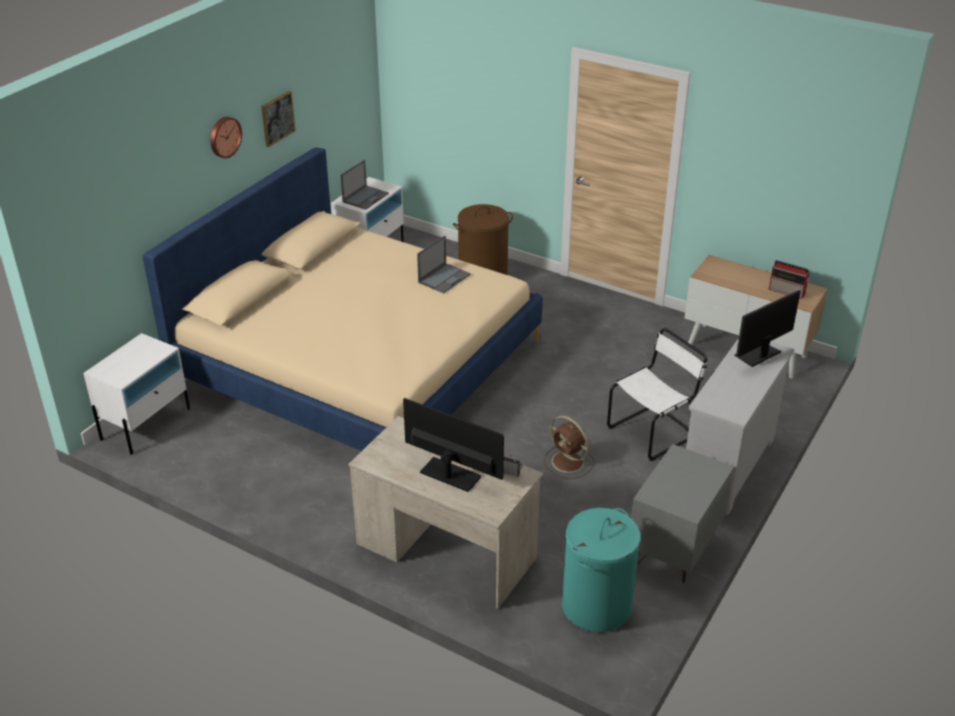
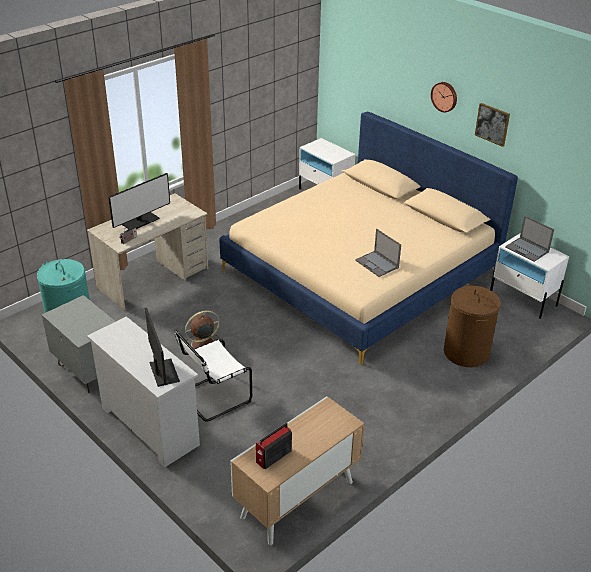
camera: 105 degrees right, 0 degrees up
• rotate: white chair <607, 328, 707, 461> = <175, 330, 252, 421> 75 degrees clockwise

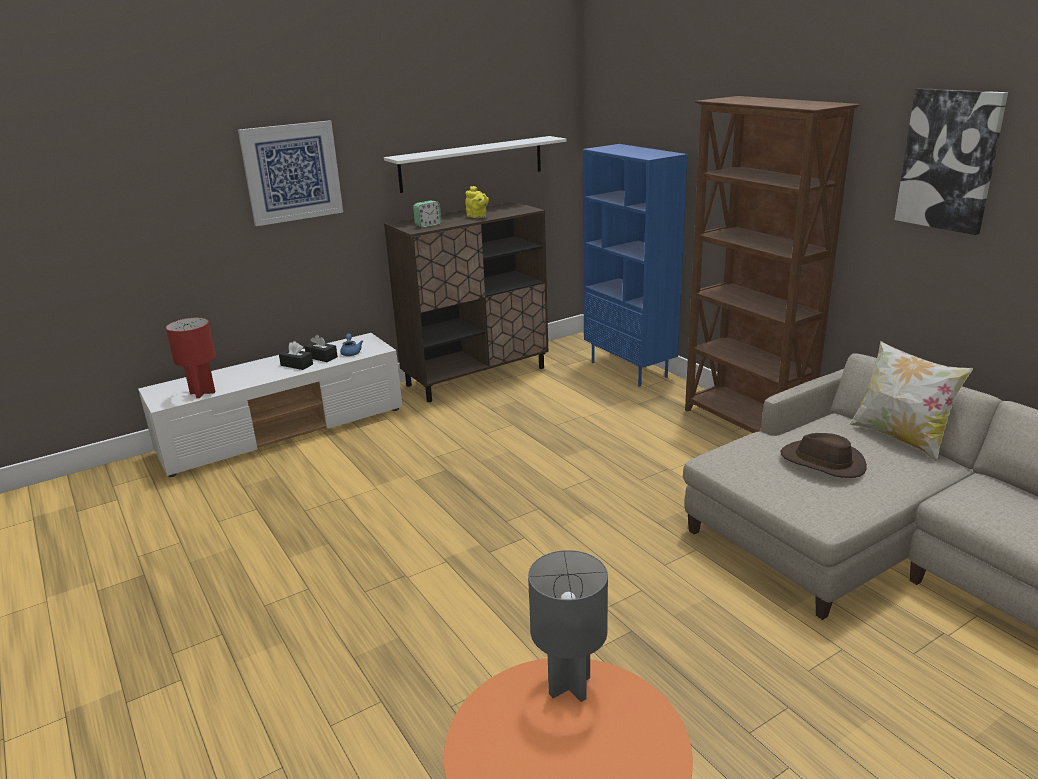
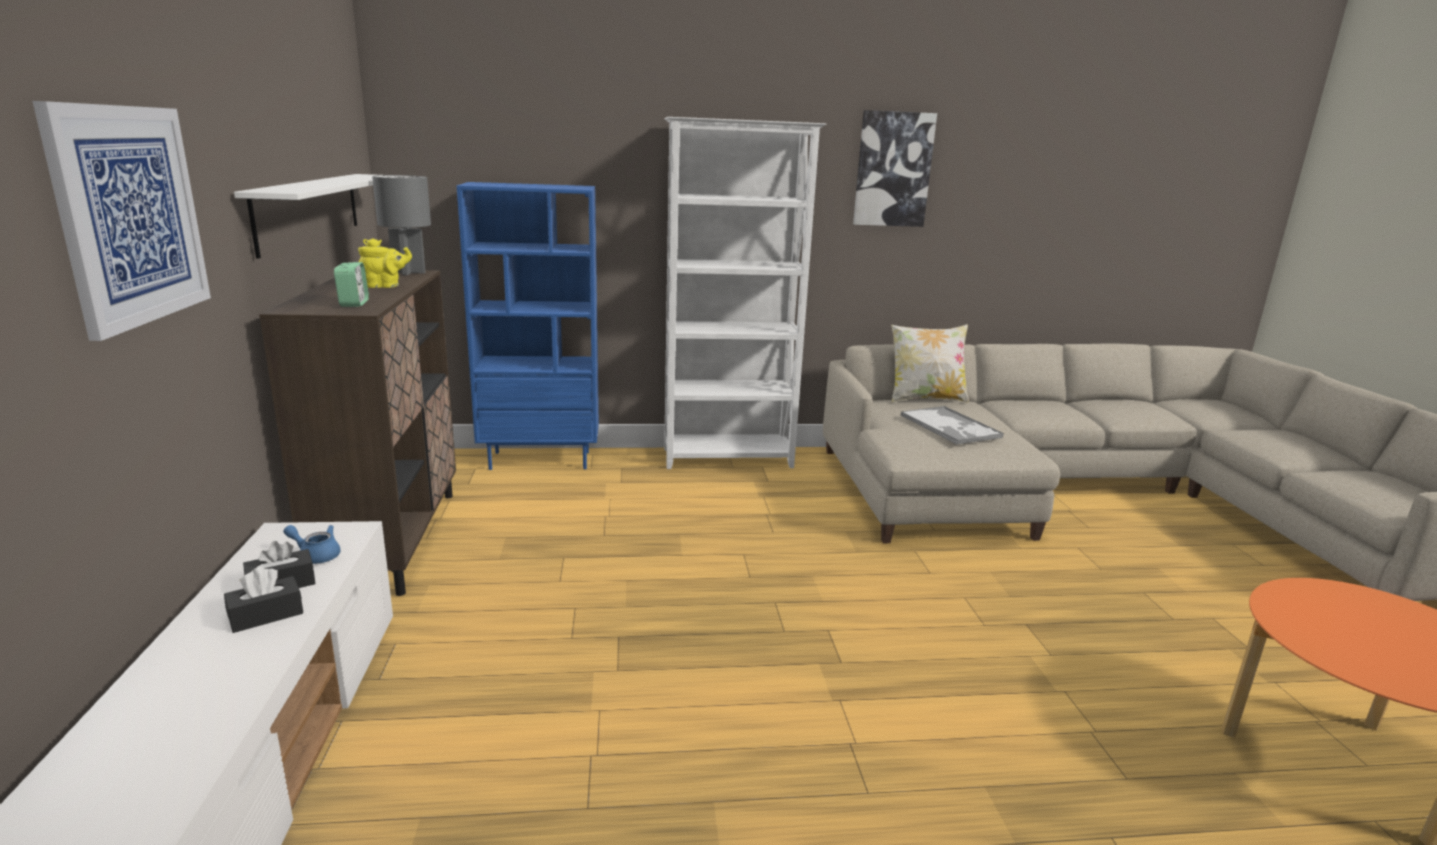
camera: 65 degrees left, 5 degrees down
• recolor: brown-coloured bookcase <685, 96, 860, 433> to white bookcase <664, 117, 826, 469>
• delete: red-coloured lamp for a table <166, 317, 216, 398>
• replace: brown-coloured clothing hat <780, 433, 867, 478> to serving tray <900, 406, 1004, 444>
• move: grey lamp for a table <528, 550, 608, 702> to <372, 175, 431, 275>

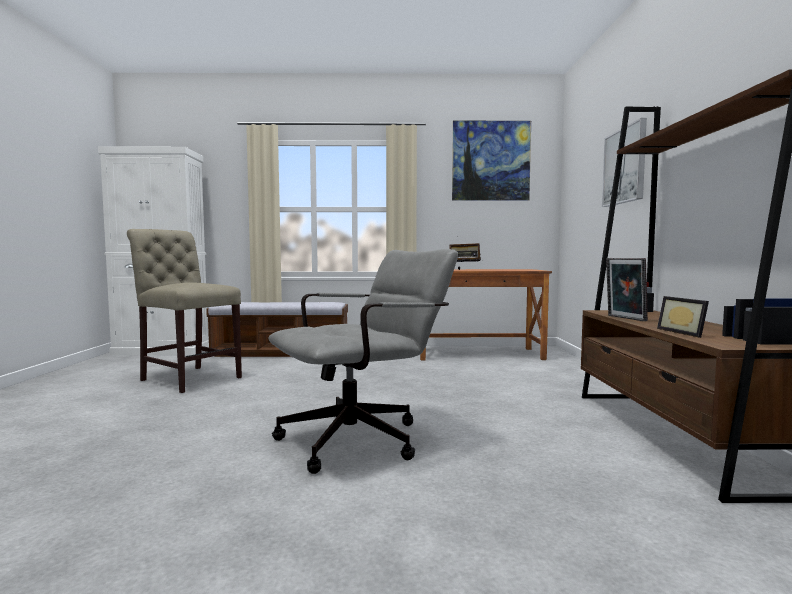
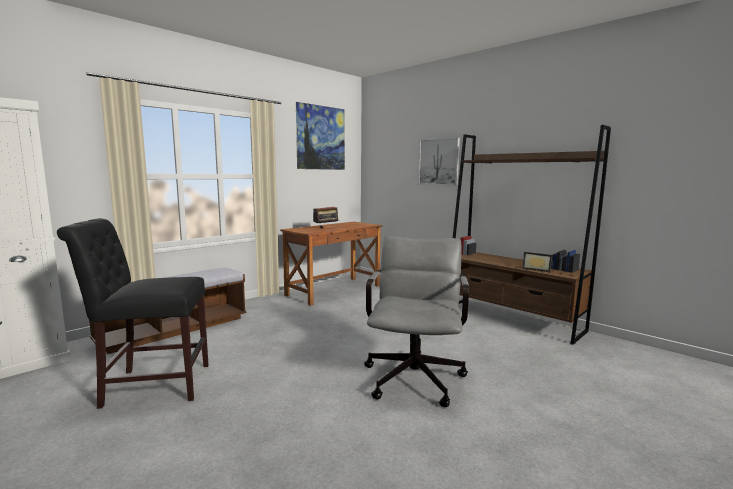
camera: 45 degrees left, 5 degrees up
• recolor: sand-coloured chair <127, 229, 242, 393> to black chair <57, 218, 209, 409>
• delete: picture frame <606, 258, 648, 321>

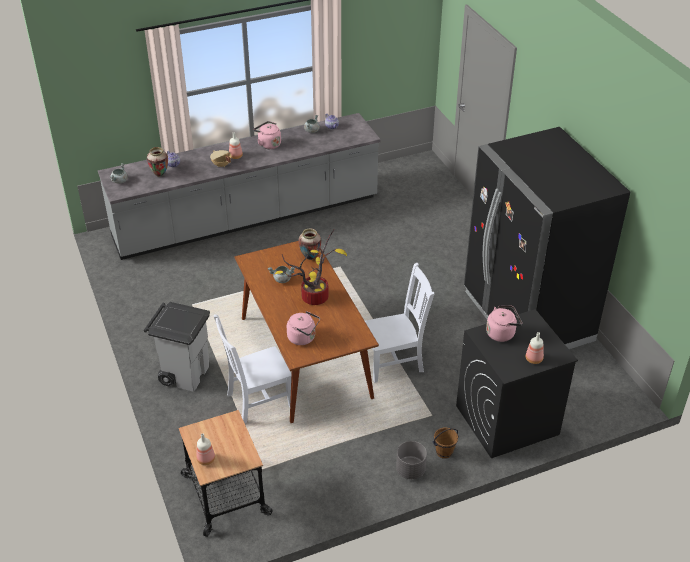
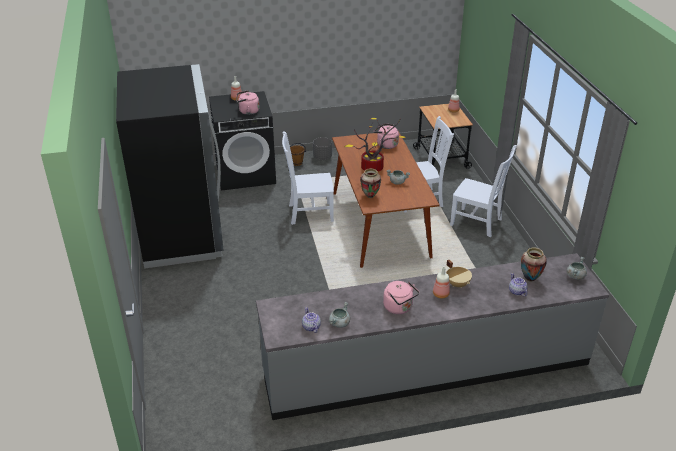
camera: 170 degrees left, 5 degrees down
• replace: grey waste bin <144, 302, 210, 391> to white chair <450, 145, 517, 237>

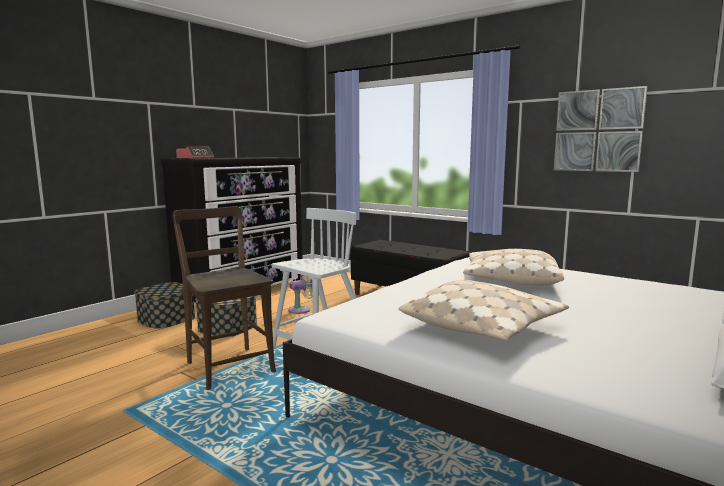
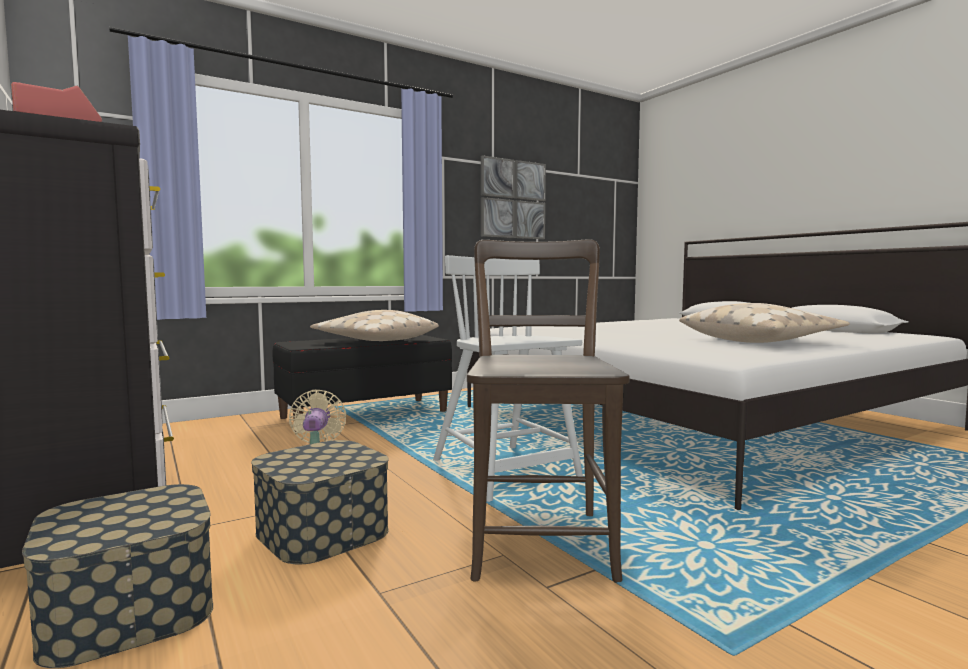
camera: 70 degrees left, 5 degrees down
• rotate: brown-coloured chair <172, 206, 276, 390> = <467, 239, 630, 583> 105 degrees clockwise
• move: sand-coloured cushion <463, 249, 564, 286> to <310, 310, 439, 341>

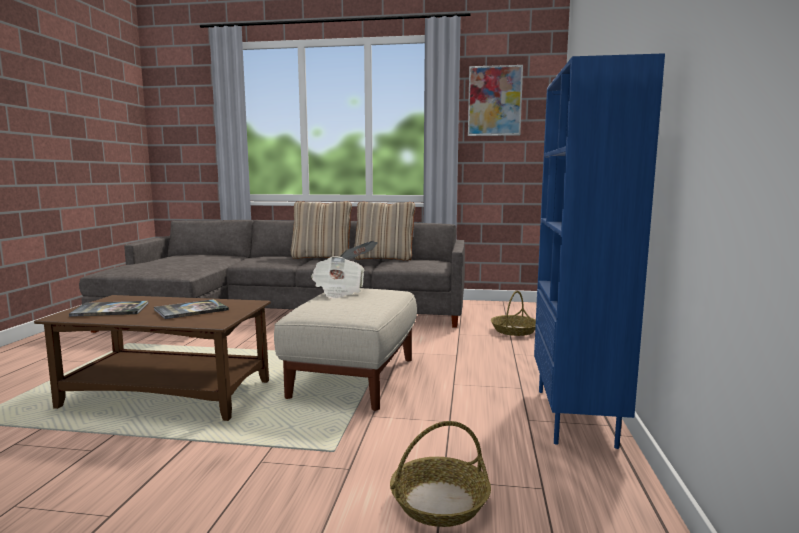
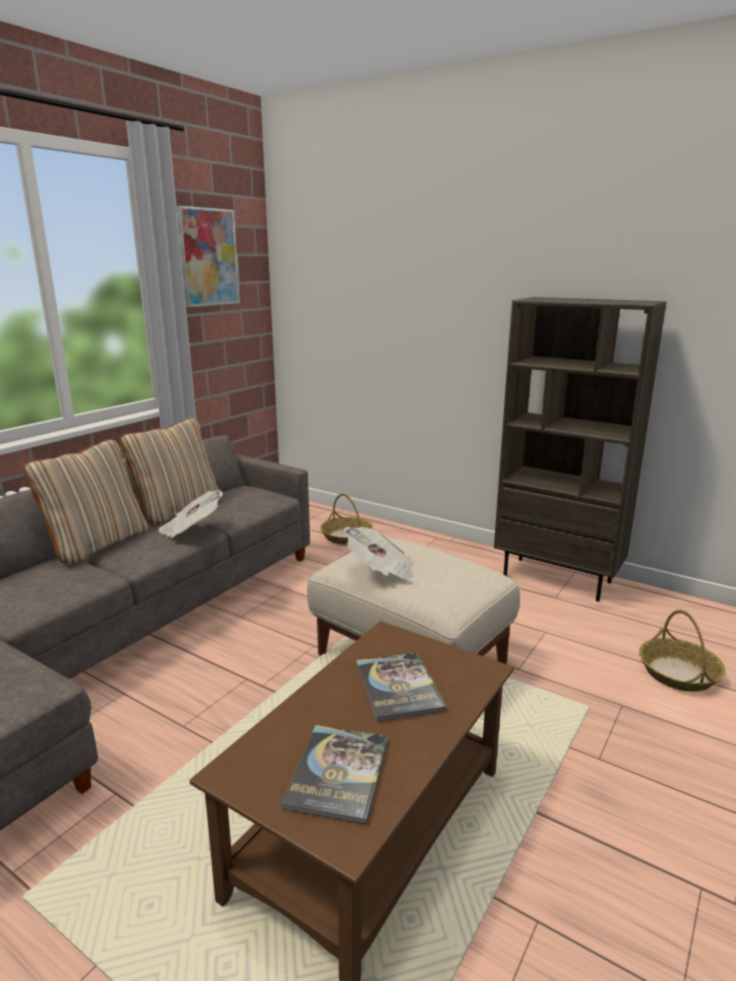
camera: 65 degrees left, 10 degrees up
• recolor: bluish bookcase <534, 53, 665, 449> to brown-coloured bookcase <494, 297, 667, 602>

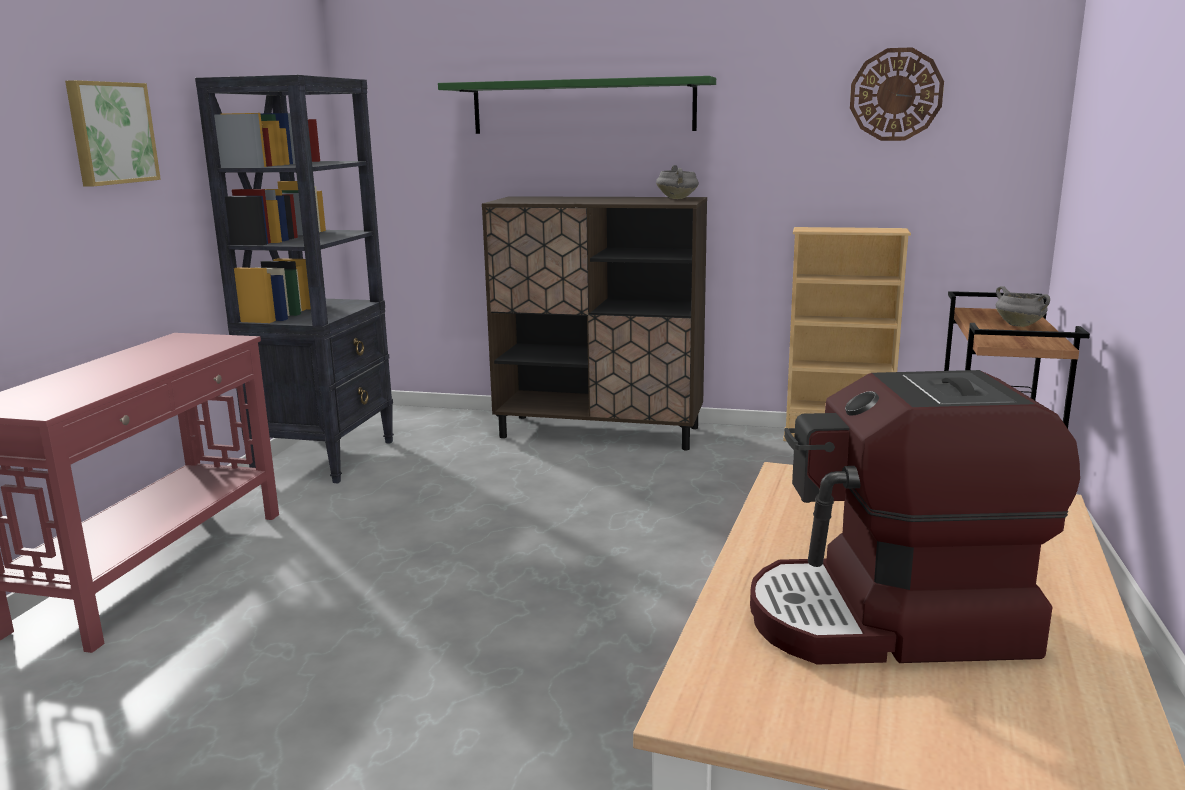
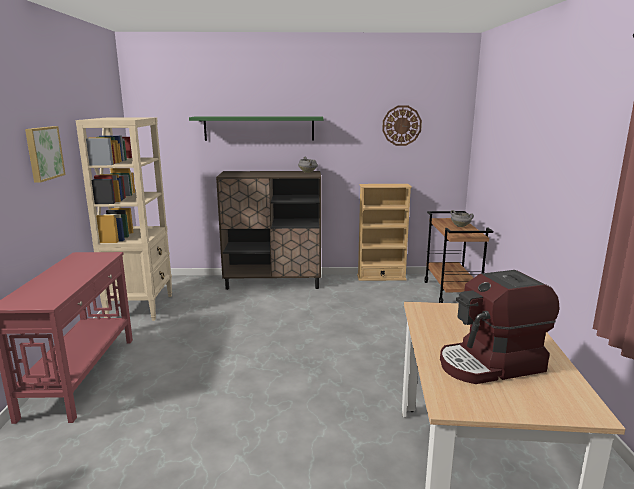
camera: 15 degrees left, 0 degrees up
• recolor: black bookcase <195, 75, 394, 483> to sand-coloured bookcase <75, 118, 172, 321>

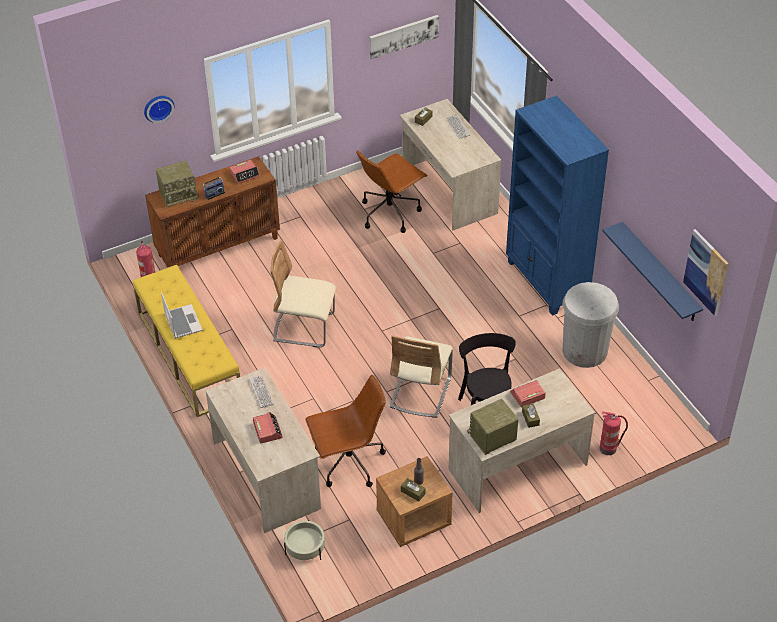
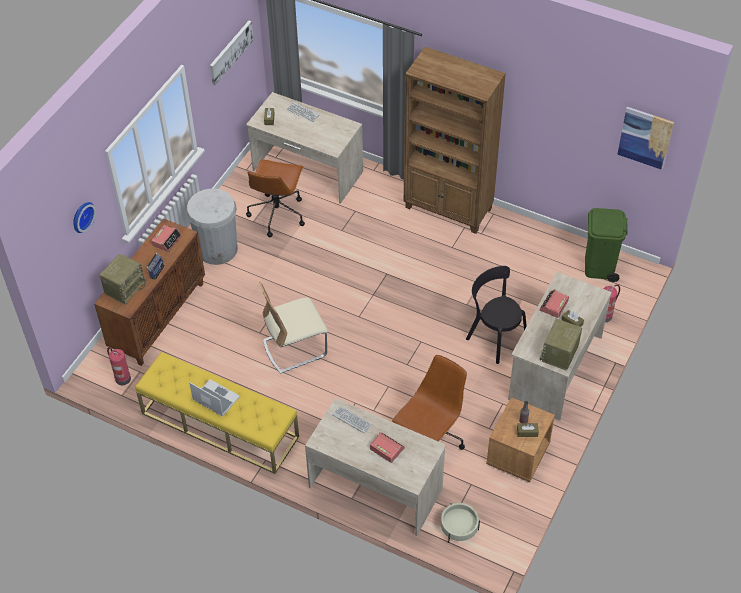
camera: 35 degrees left, 5 degrees up
• recolor: bluish bookcase <506, 95, 609, 316> to brown-coloured bookcase <404, 47, 506, 234>
• delete: bluish wall shelf <602, 222, 703, 321>
• move: white waste bin <562, 282, 619, 368> to <186, 188, 238, 265>
• delete: sand-coloured chair <389, 335, 453, 418>
• insert: greenish waste bin <585, 208, 627, 282>

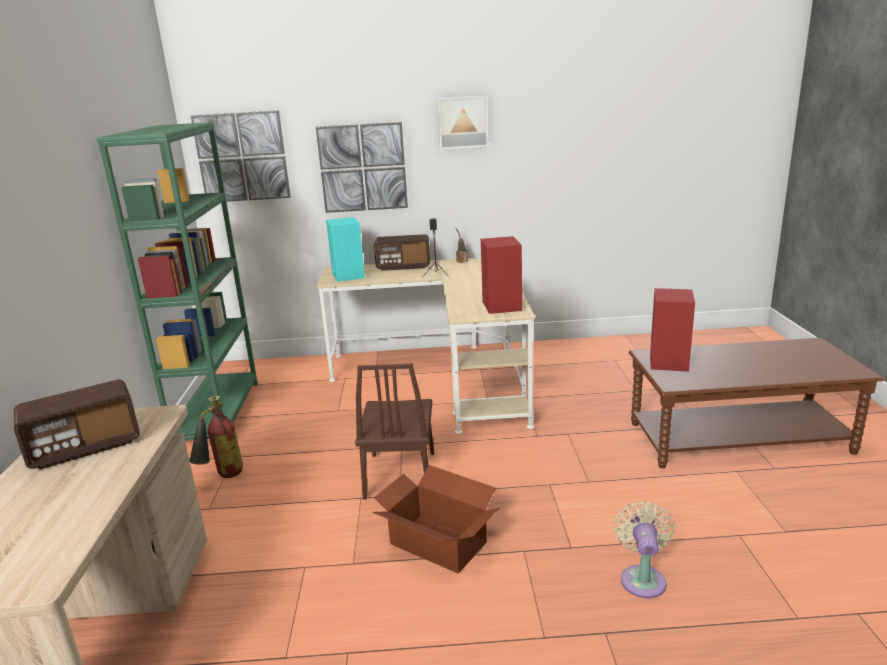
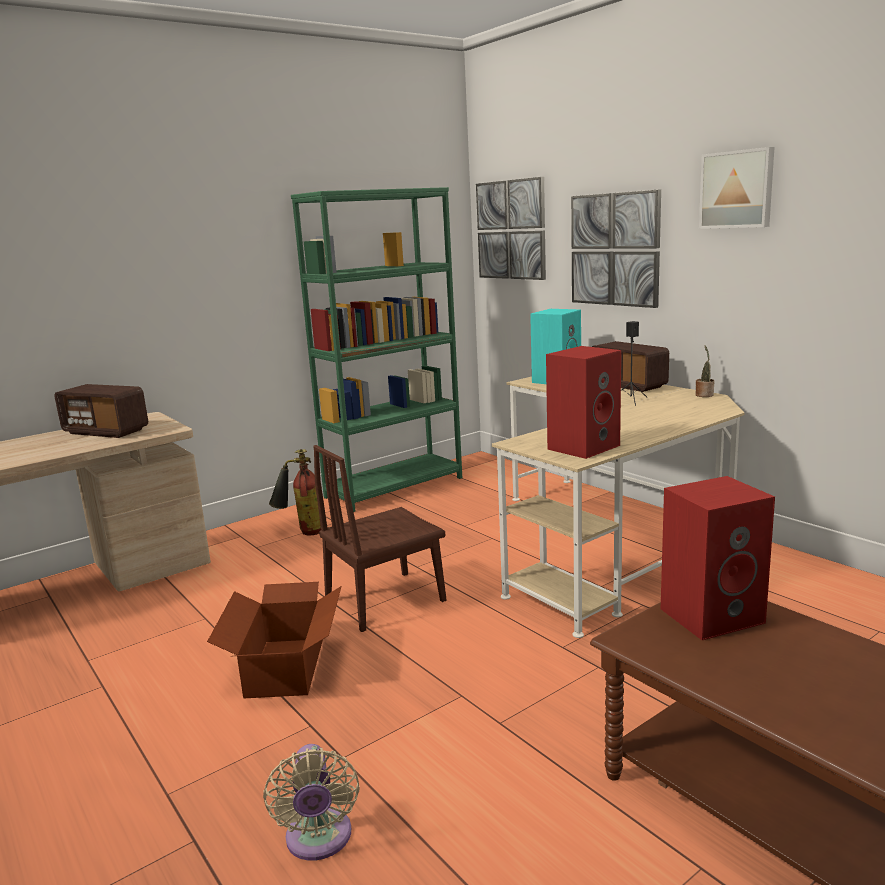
camera: 55 degrees right, 5 degrees down
• rotate: sand-coloured electric fan <613, 501, 675, 598> = <263, 744, 360, 861> 105 degrees clockwise

